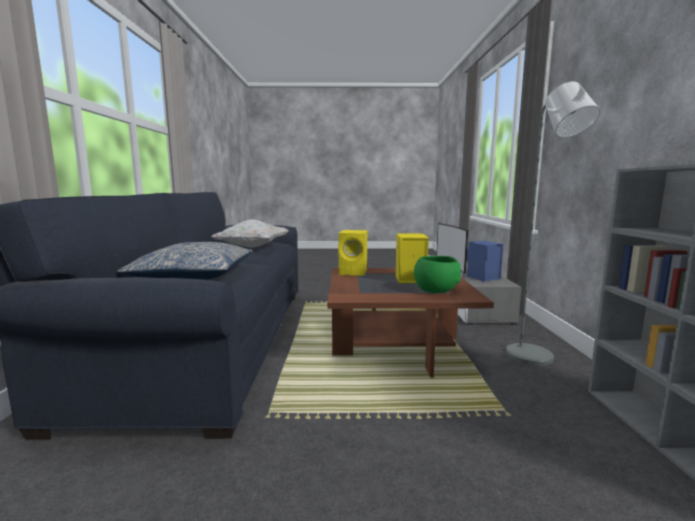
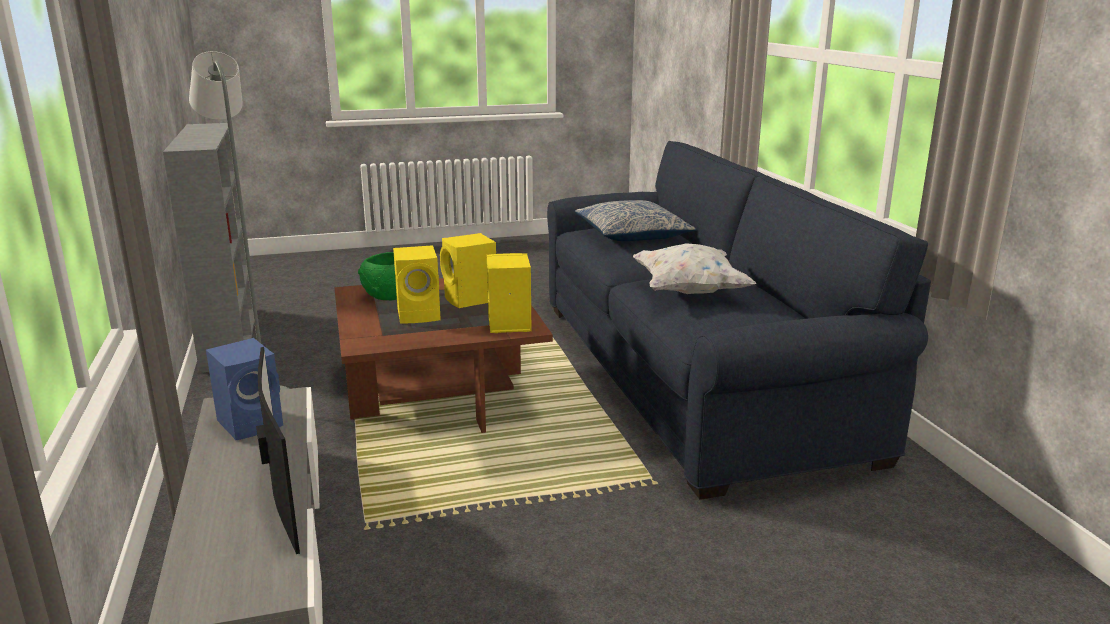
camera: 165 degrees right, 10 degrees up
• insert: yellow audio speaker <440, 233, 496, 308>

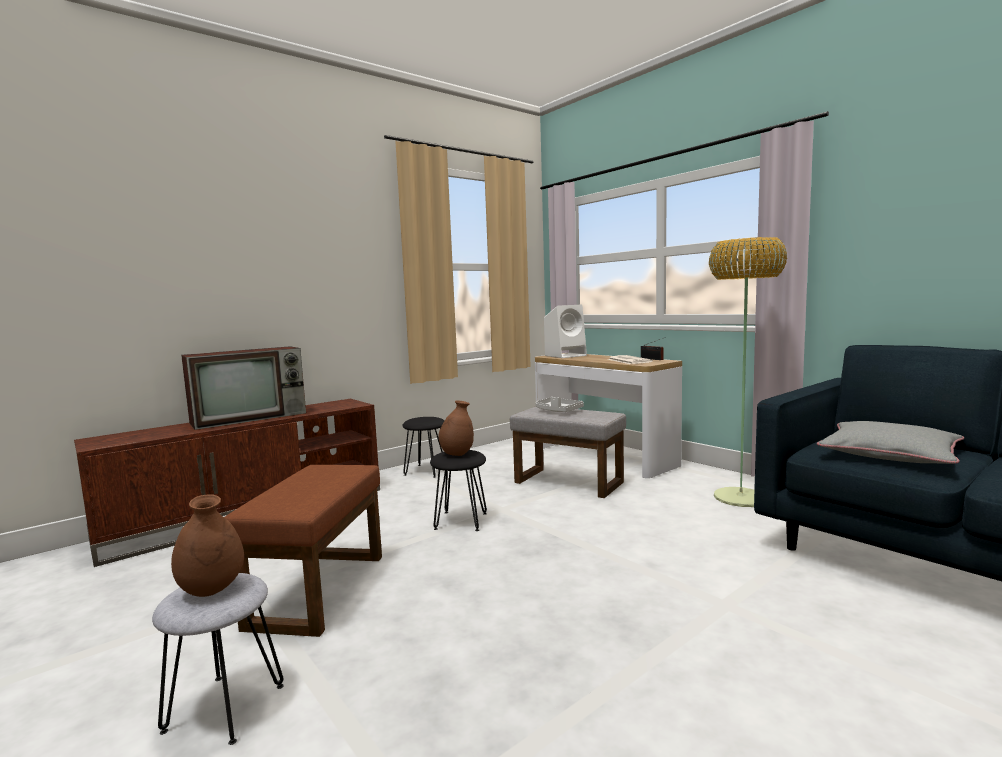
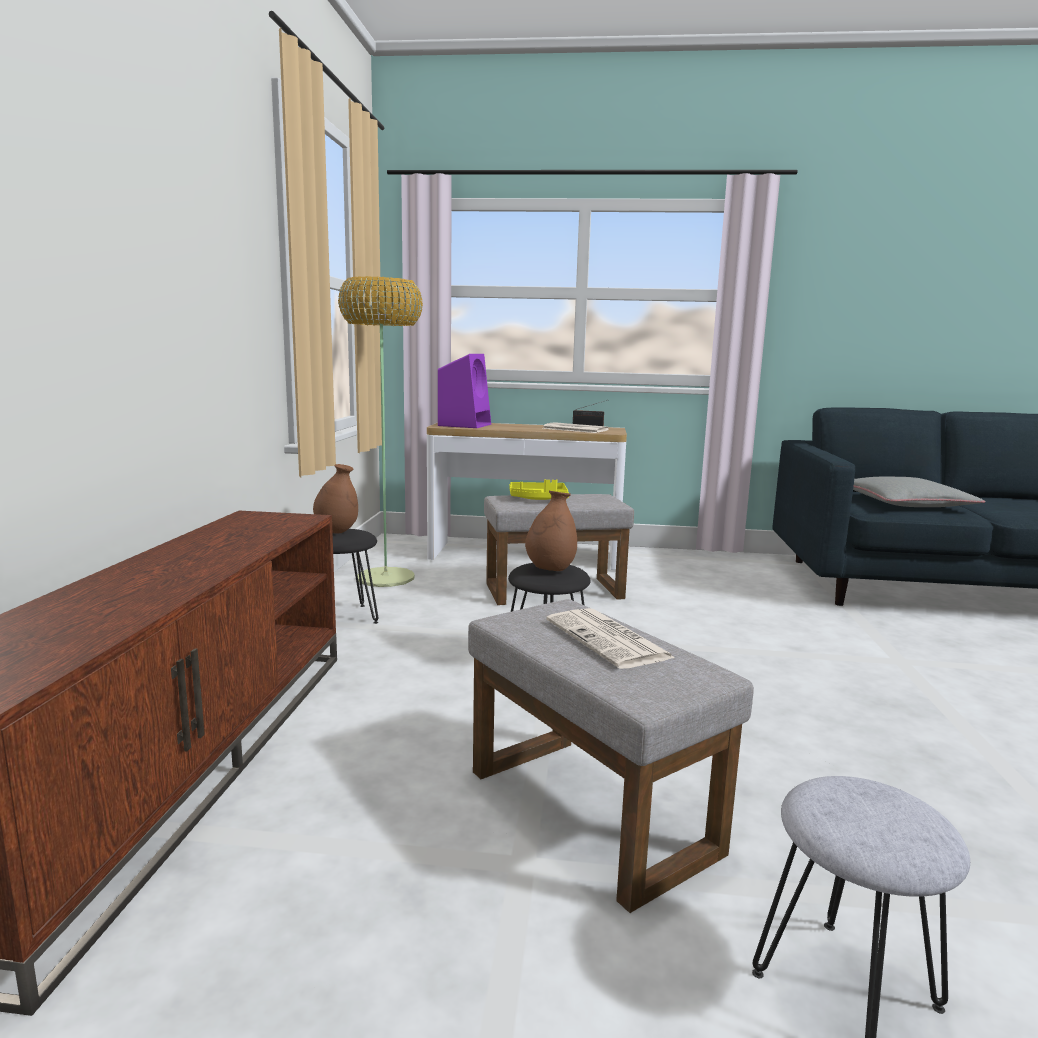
camera: 45 degrees left, 5 degrees up
• move: standing lamp <709, 237, 787, 507> to <338, 276, 423, 587>
• recolor: white audio speaker <544, 305, 587, 358> to purple audio speaker <438, 354, 491, 428>
• delete: TV set <181, 346, 306, 430>
• recolor: grey serving tray <535, 397, 584, 412> to yellow serving tray <510, 479, 569, 500>
• recolor: brown-coloured footrest <224, 465, 382, 637> to grey footrest <468, 599, 754, 913>
• move: brown-coloured vase <171, 494, 244, 597> to <313, 464, 358, 533>
• insert: newspaper <546, 608, 675, 669>

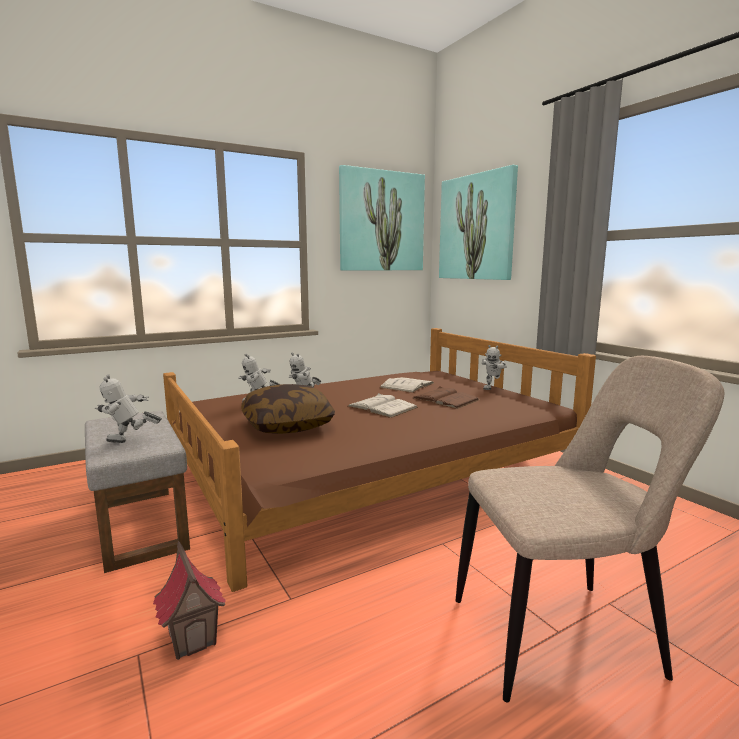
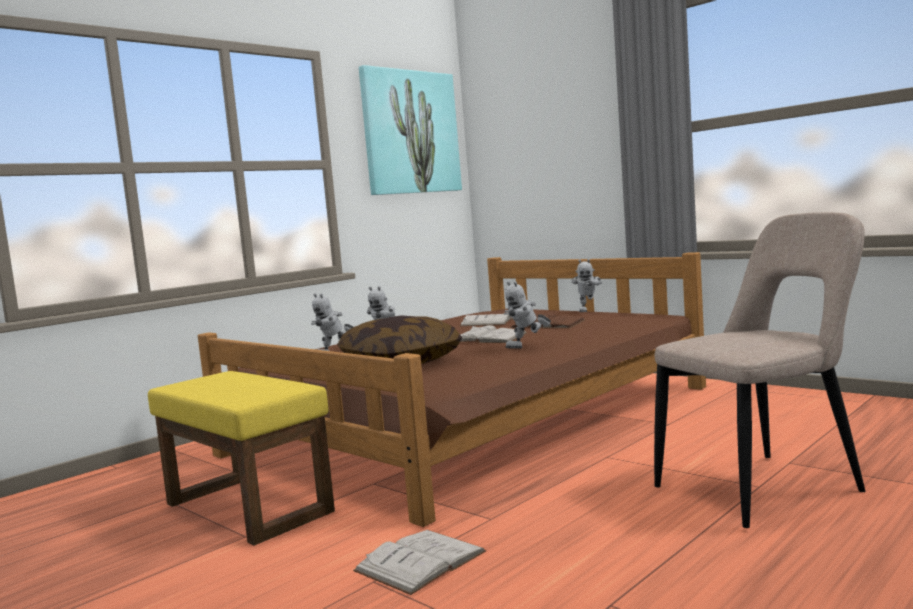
camera: 15 degrees left, 5 degrees down
• delete: picture <439, 165, 518, 280>
• move: model robot <95, 374, 162, 443> to <504, 281, 551, 349>
• recolor: grey footrest <85, 411, 190, 573> to yellow footrest <148, 371, 335, 546>
• replace: model house <153, 541, 226, 660> to white volume <353, 530, 486, 595>

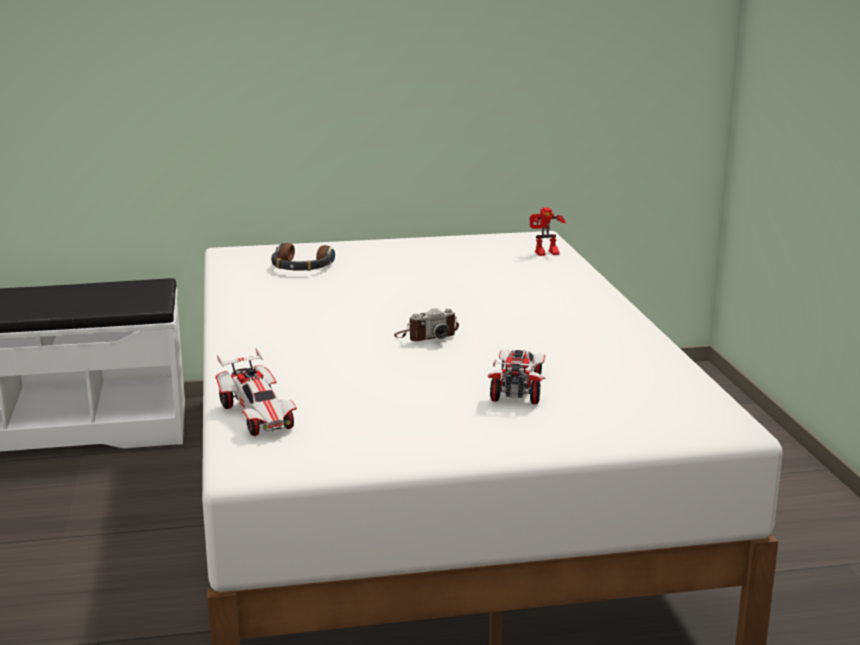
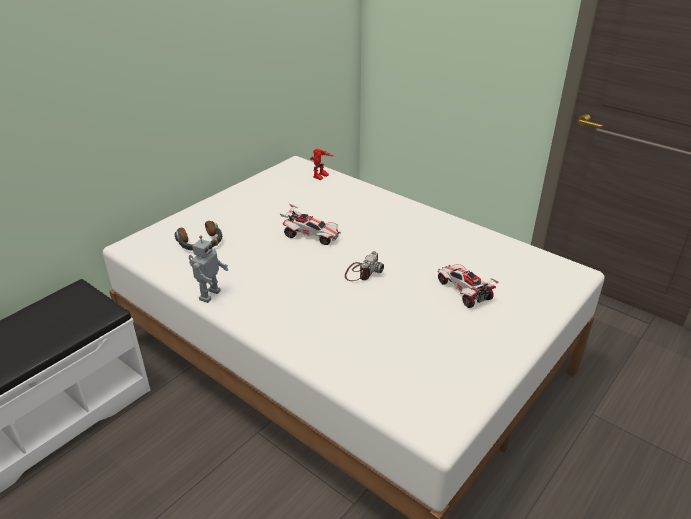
camera: 40 degrees left, 15 degrees up
• move: model car <215, 348, 297, 436> to <280, 204, 341, 245>
• insert: model robot <189, 236, 229, 303>

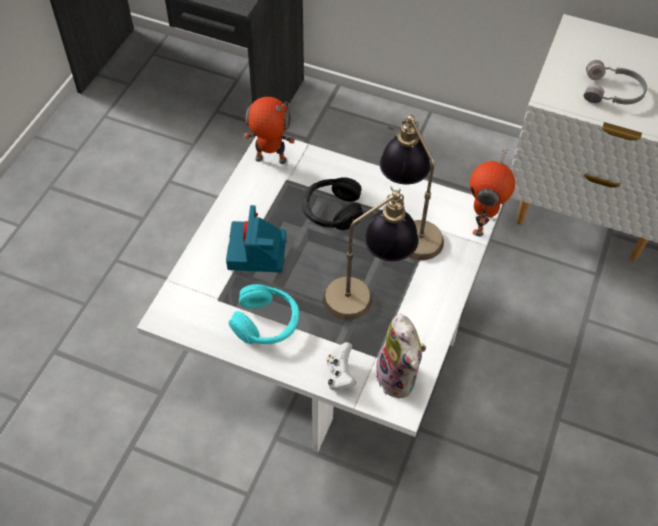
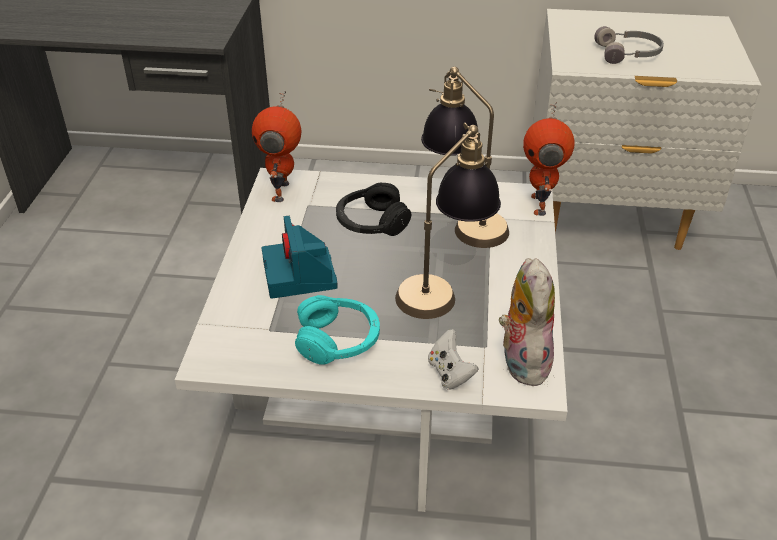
camera: 15 degrees left, 15 degrees down
• rotate: model robot <244, 97, 295, 164> = <252, 91, 301, 202> 75 degrees counterclockwise
• rotate: plush toy <376, 314, 426, 398> = <499, 258, 555, 387> 150 degrees counterclockwise

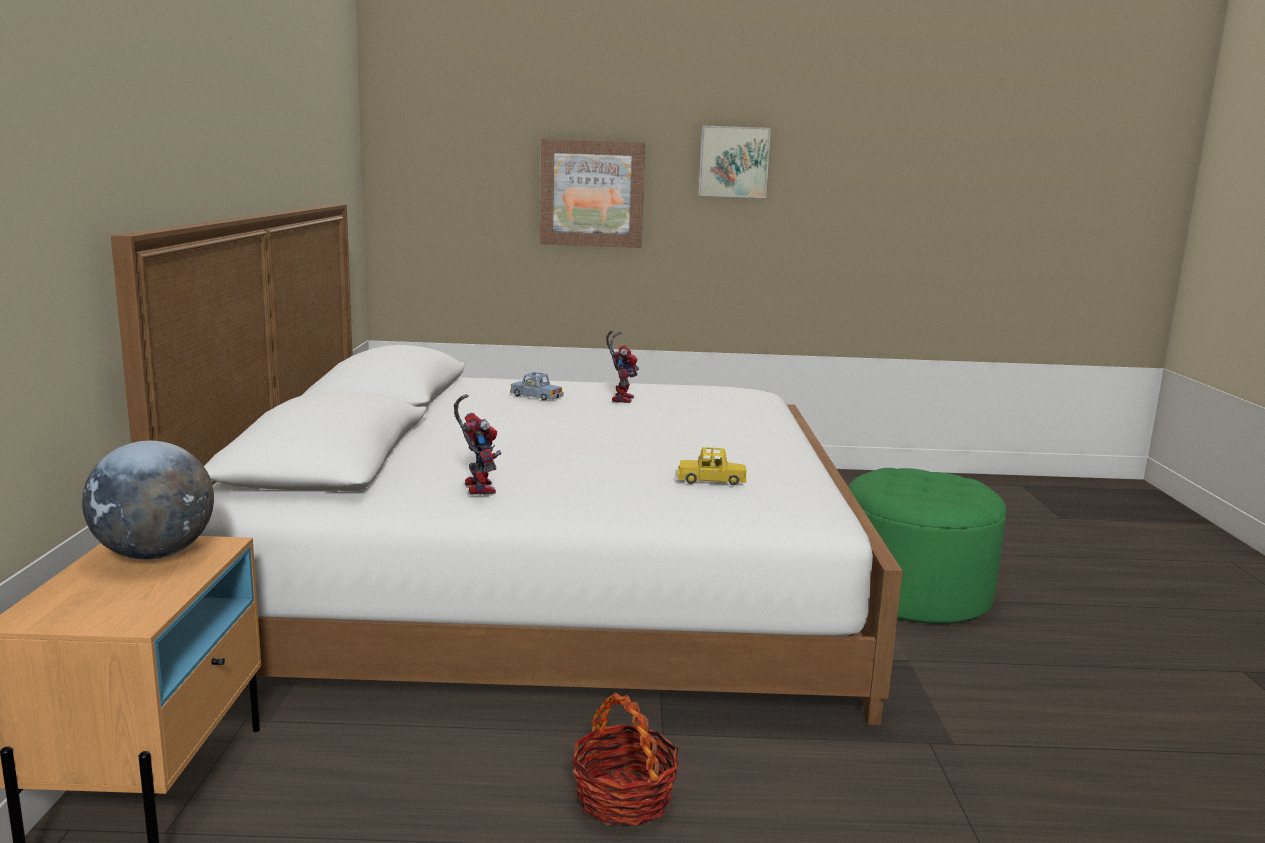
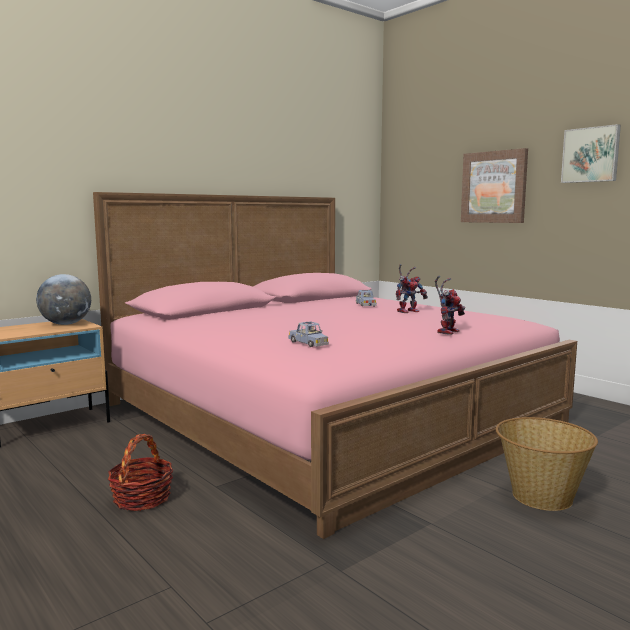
camera: 50 degrees right, 5 degrees down
• recolor: white bedroom bed <111, 204, 903, 725> to pinkish bedroom bed <93, 192, 577, 539>
• move: model robot <454, 394, 501, 495> to <435, 276, 465, 335>
• recolor: yellow model car <677, 447, 747, 485> to bluish model car <288, 321, 329, 347>
• replace: greenish footrest <848, 468, 1006, 624> to household basket <496, 417, 598, 511>

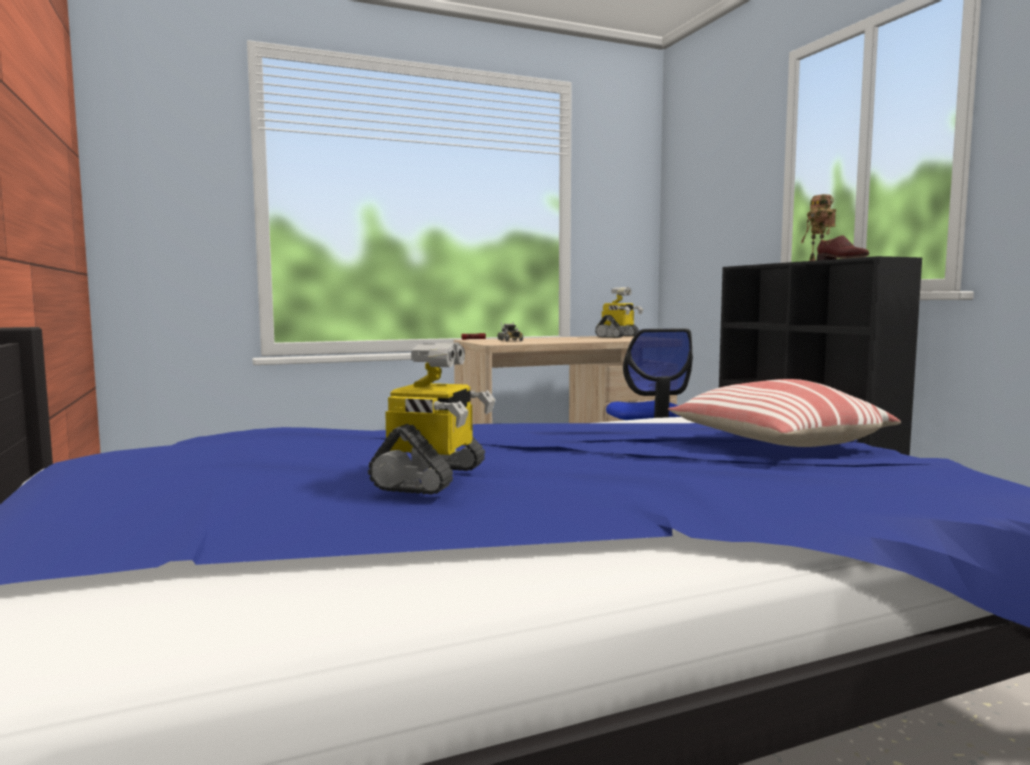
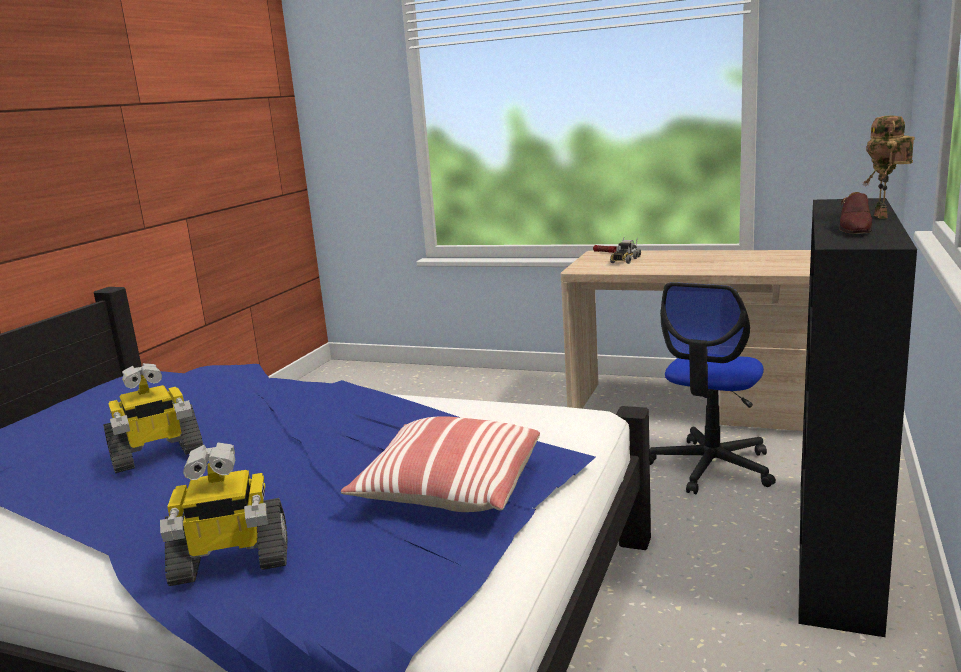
camera: 45 degrees right, 10 degrees up
• move: model robot <595, 287, 643, 338> to <160, 442, 288, 586>

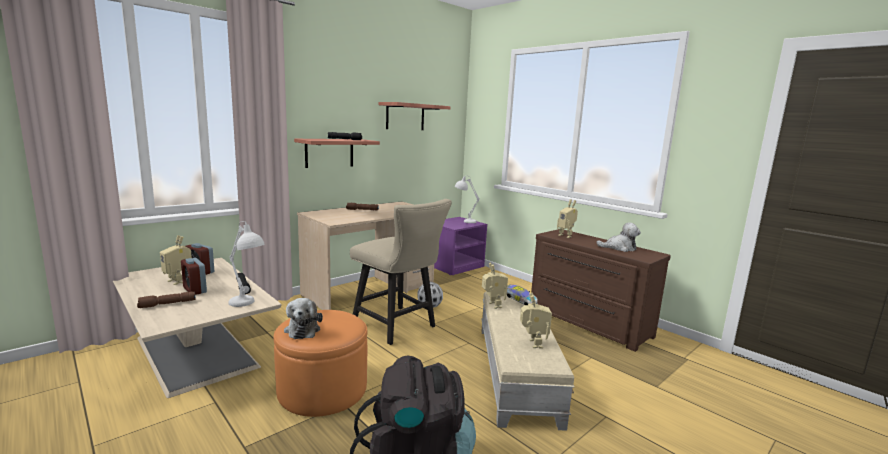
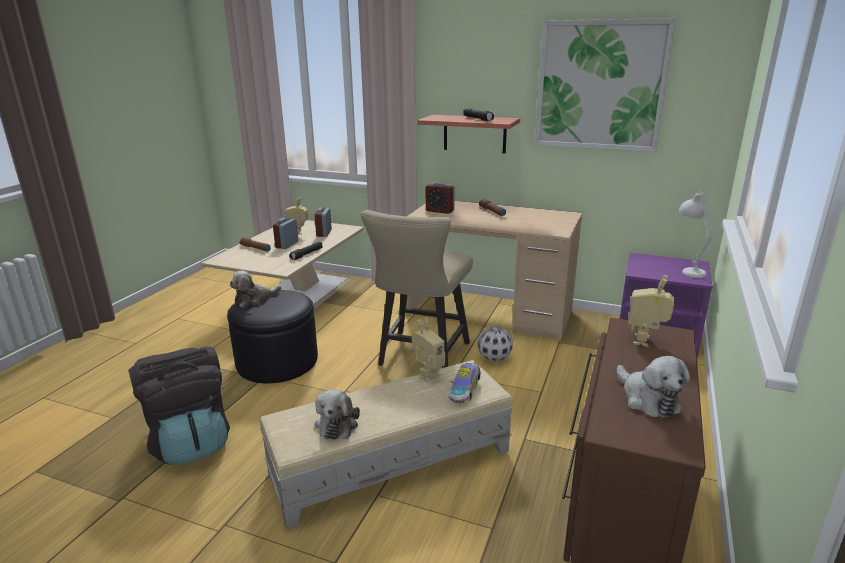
camera: 65 degrees right, 10 degrees up
• replace: wall shelf <378, 102, 451, 130> to picture <535, 18, 676, 152>
• delete: white lamp for a table <228, 221, 265, 307>
• replace: model robot <520, 293, 552, 349> to plush toy <315, 389, 360, 439>
• recolor: orange-coloured footrest <274, 310, 367, 417> to black footrest <227, 290, 318, 383>
• insert: table clock <426, 182, 455, 214>

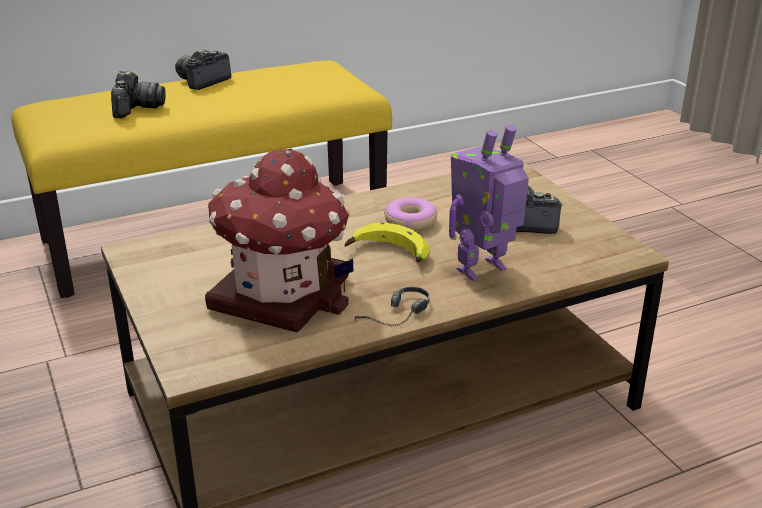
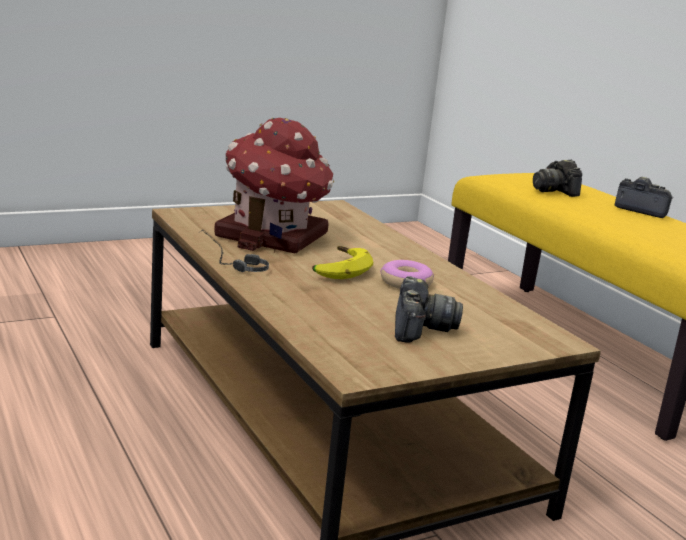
camera: 85 degrees right, 10 degrees down
• rotate: photo camera <111, 71, 166, 118> = <533, 160, 582, 197> 75 degrees clockwise
• delete: model robot <449, 125, 529, 281>

